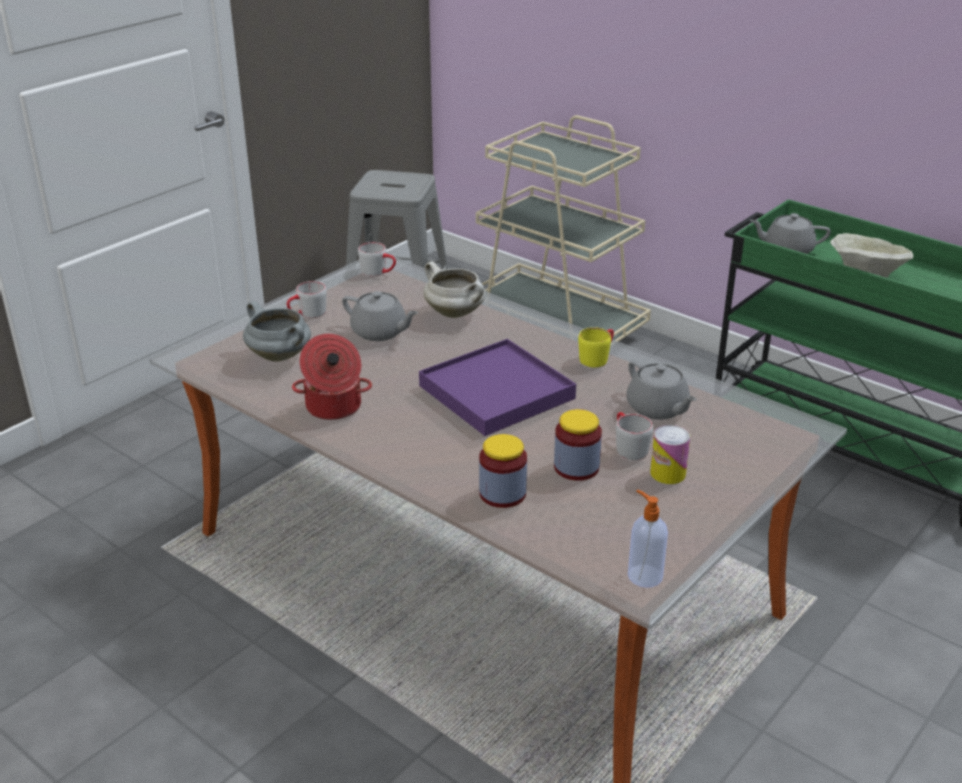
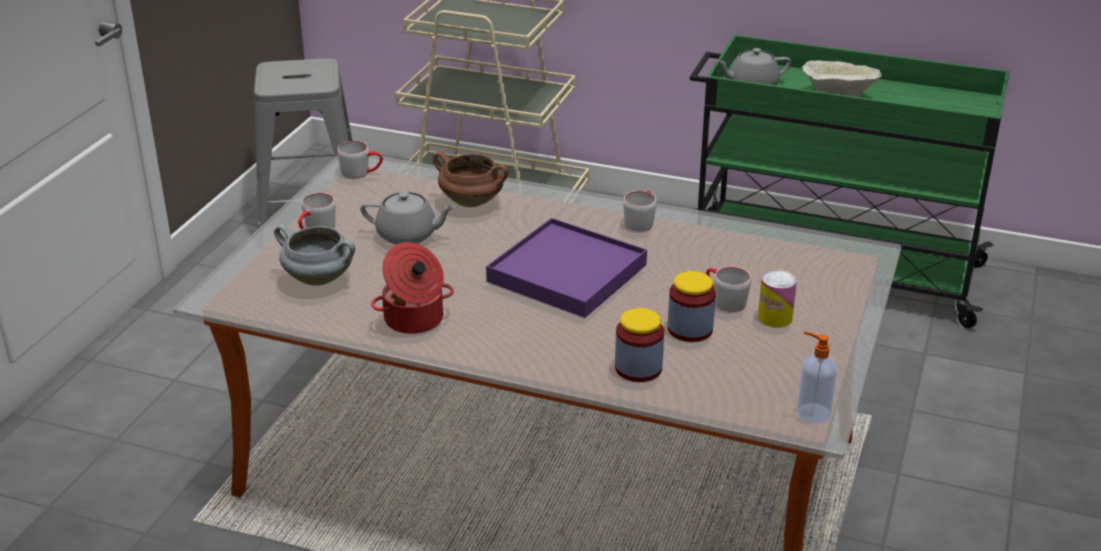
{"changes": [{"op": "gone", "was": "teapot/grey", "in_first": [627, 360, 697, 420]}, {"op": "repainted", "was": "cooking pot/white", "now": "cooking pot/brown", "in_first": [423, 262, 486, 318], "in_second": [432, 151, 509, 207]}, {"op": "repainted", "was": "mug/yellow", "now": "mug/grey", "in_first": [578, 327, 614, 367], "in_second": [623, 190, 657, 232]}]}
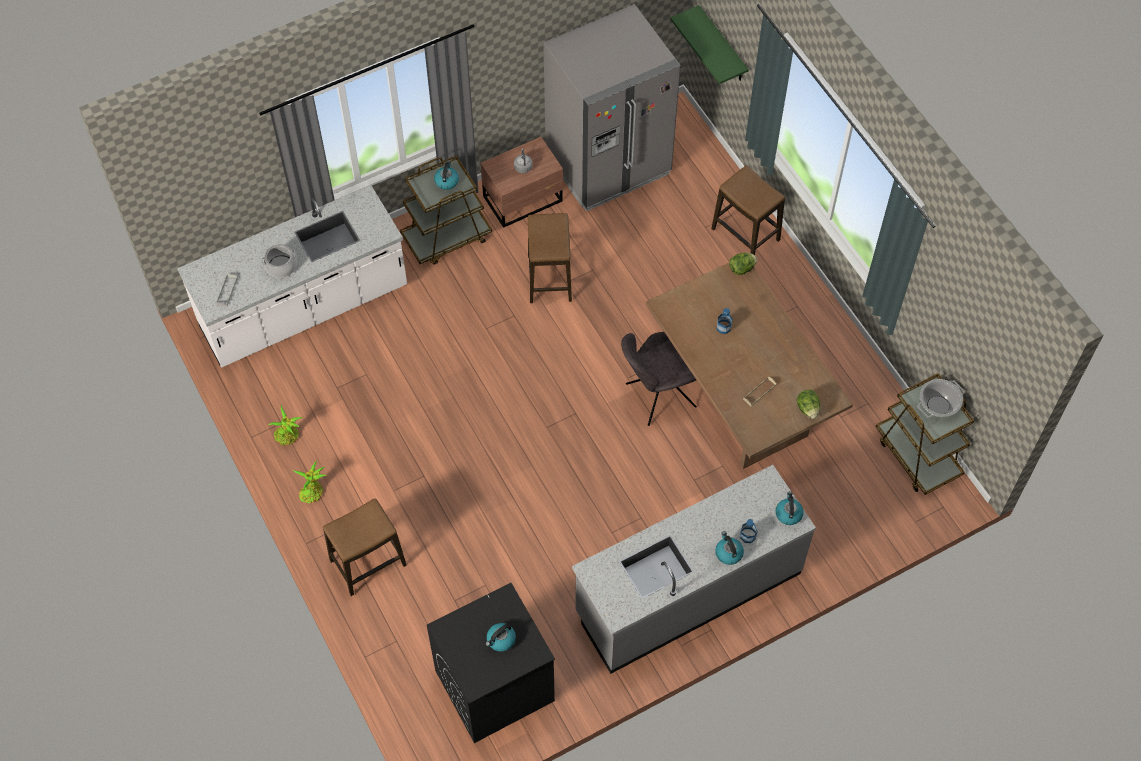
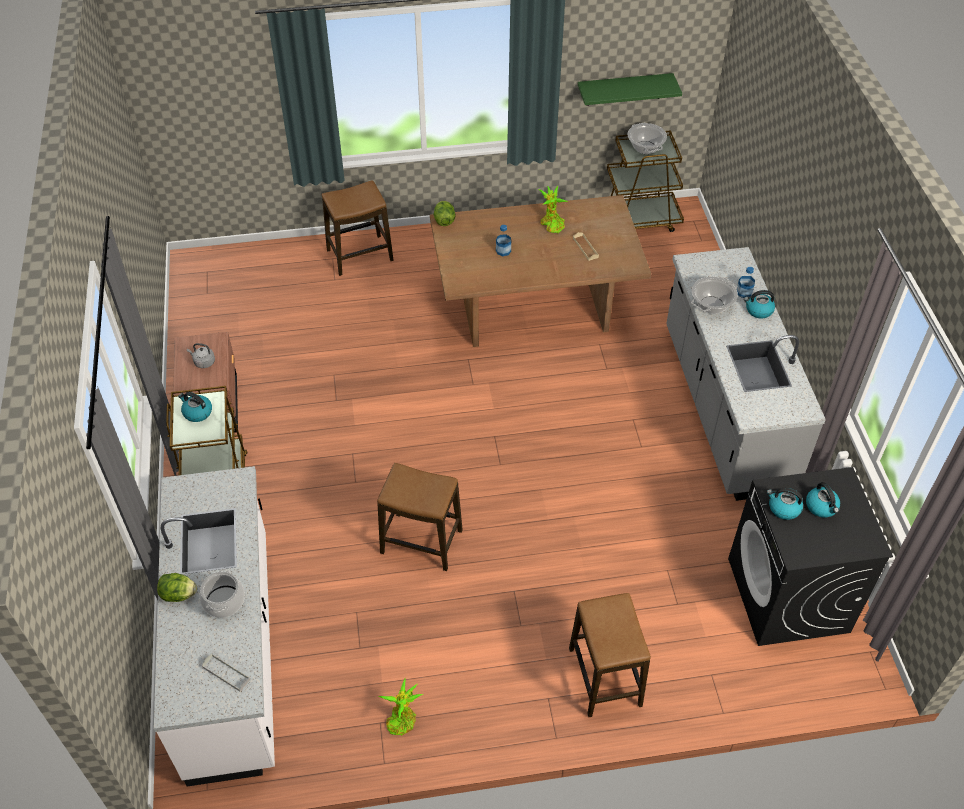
{"changes": [{"op": "gone", "was": "fridge/grey", "in_first": [543, 4, 681, 212]}, {"op": "gone", "was": "chair/grey", "in_first": [621, 332, 697, 426]}, {"op": "new", "now": "cooking pot", "in_second": [691, 277, 738, 314]}, {"op": "shifted", "was": "potted plant", "in_first": [293, 460, 327, 504], "in_second": [538, 186, 569, 233]}, {"op": "shifted", "was": "stool", "in_first": [528, 213, 572, 303], "in_second": [377, 463, 463, 571]}, {"op": "shifted", "was": "shelf/green", "in_first": [670, 5, 749, 84], "in_second": [578, 73, 682, 106]}, {"op": "shifted", "was": "kettle", "in_first": [775, 491, 804, 525], "in_second": [767, 488, 803, 520]}, {"op": "shifted", "was": "lettuce", "in_first": [797, 389, 820, 419], "in_second": [157, 573, 197, 602]}]}
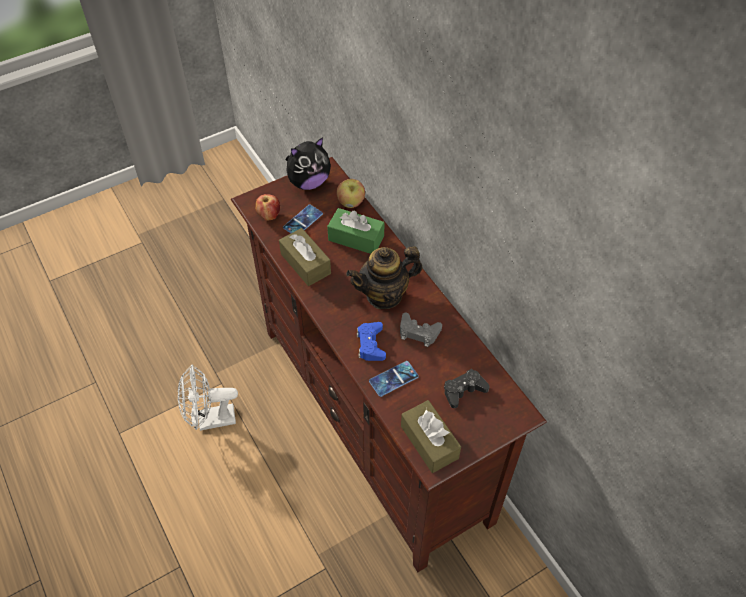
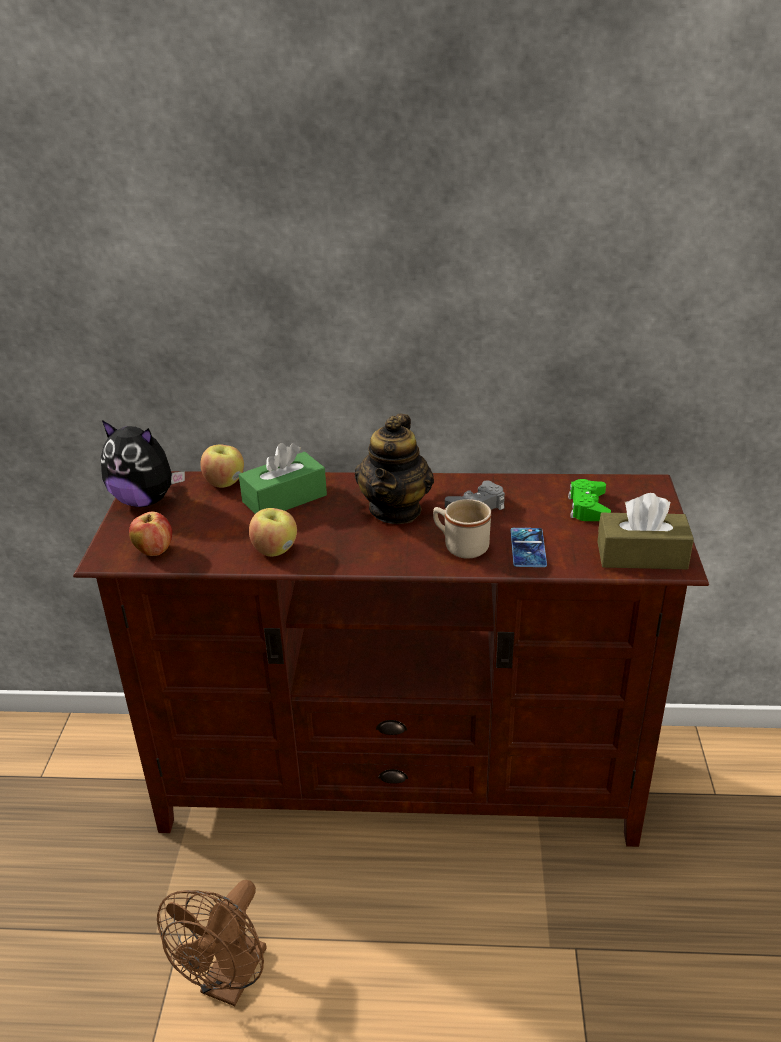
{"changes": [{"op": "gone", "was": "phone", "in_first": [283, 205, 323, 233]}, {"op": "swapped", "was": "tissue box/brown", "now": "apple", "in_first": [279, 228, 331, 286], "in_second": [249, 508, 297, 557]}, {"op": "swapped", "was": "game controller/blue", "now": "mug/beige", "in_first": [357, 322, 386, 361], "in_second": [433, 499, 491, 559]}, {"op": "repainted", "was": "fan/white", "now": "fan/brown", "in_first": [178, 365, 238, 431], "in_second": [157, 880, 267, 1006]}, {"op": "repainted", "was": "game controller/black", "now": "game controller/green", "in_first": [444, 369, 490, 408], "in_second": [568, 479, 611, 521]}, {"op": "rotated", "was": "plush toy", "in_first": [286, 137, 331, 190], "in_second": [101, 420, 185, 507], "clockwise": 105}]}
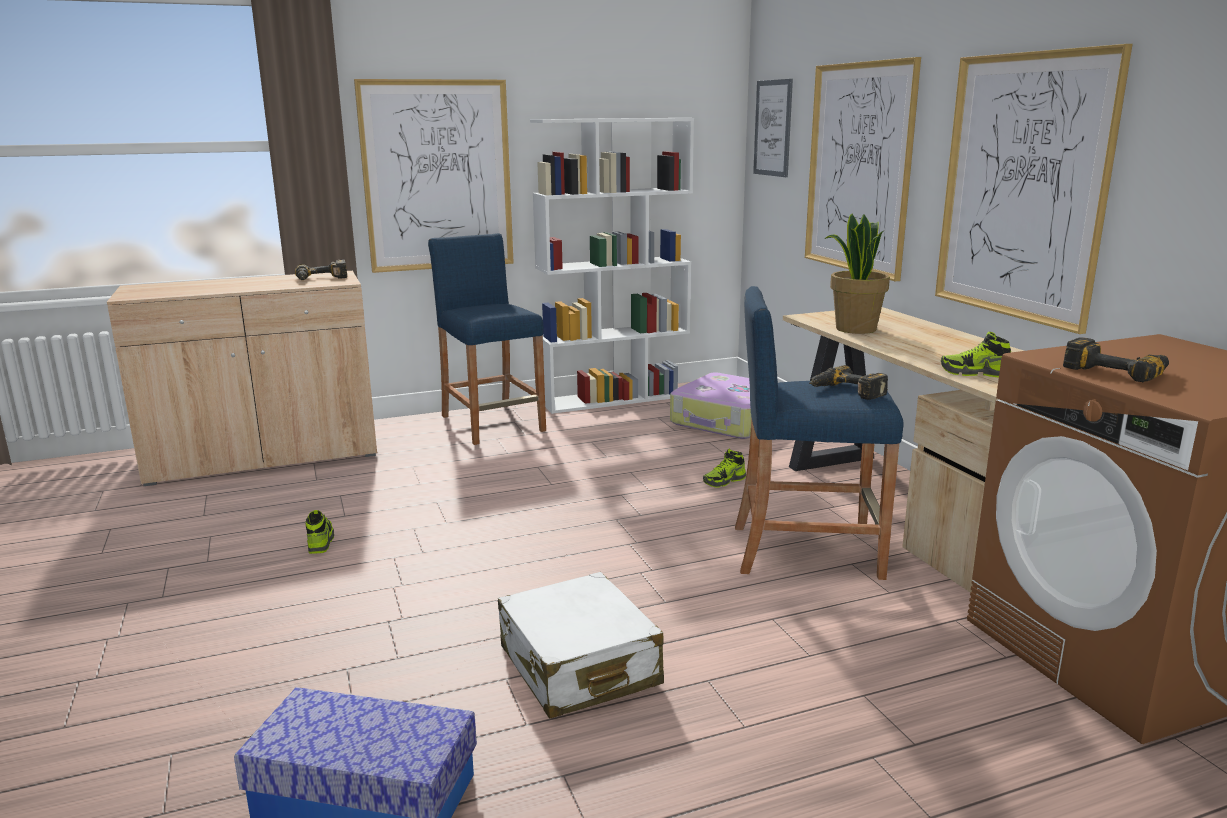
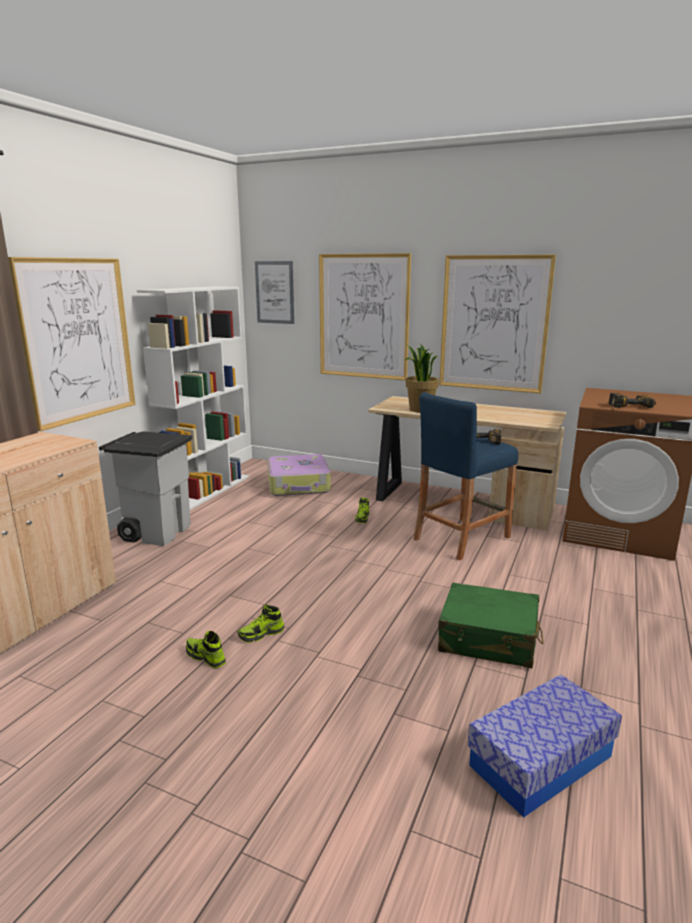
{"changes": [{"op": "gone", "was": "power drill", "in_first": [295, 260, 347, 280]}, {"op": "shifted", "was": "shoe", "in_first": [941, 332, 1011, 377], "in_second": [238, 604, 284, 643]}, {"op": "swapped", "was": "stool/blue", "now": "trash can/grey", "in_first": [428, 233, 546, 445], "in_second": [99, 431, 192, 546]}, {"op": "repainted", "was": "suitcase/white", "now": "suitcase/green", "in_first": [498, 572, 664, 718], "in_second": [438, 583, 543, 668]}]}
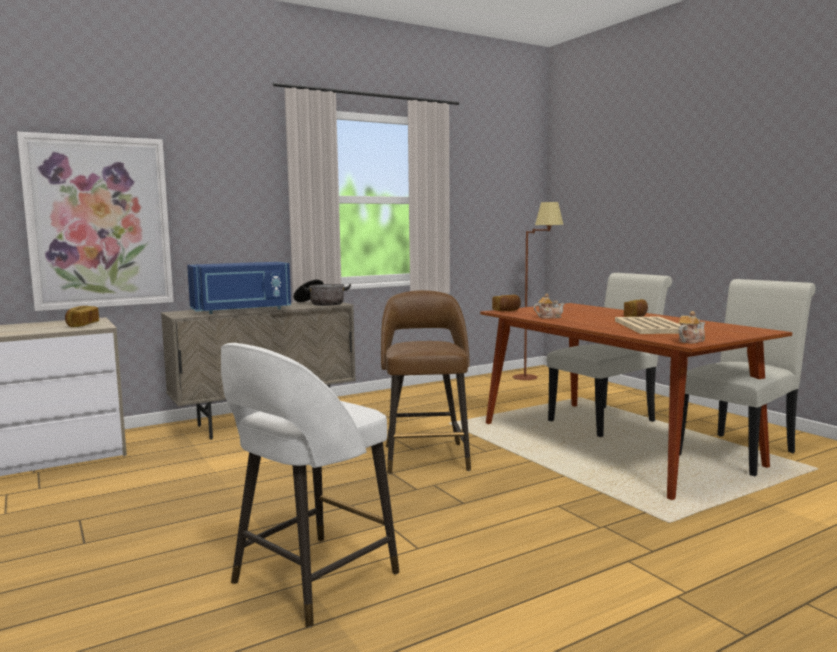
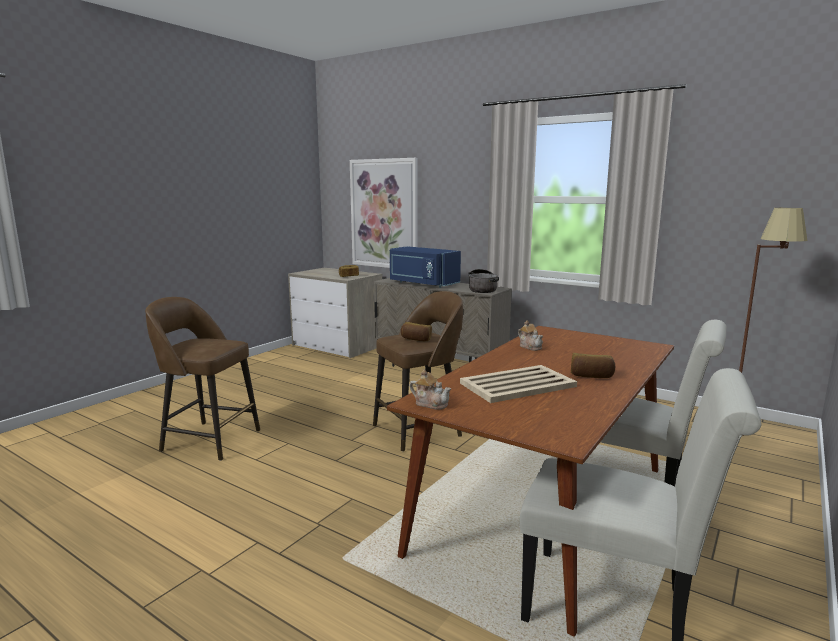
{"changes": [{"op": "shifted", "was": "bread", "in_first": [492, 295, 521, 311], "in_second": [400, 322, 432, 341]}, {"op": "repainted", "was": "stool/white", "now": "stool/brown", "in_first": [221, 343, 399, 627], "in_second": [145, 297, 260, 461]}]}
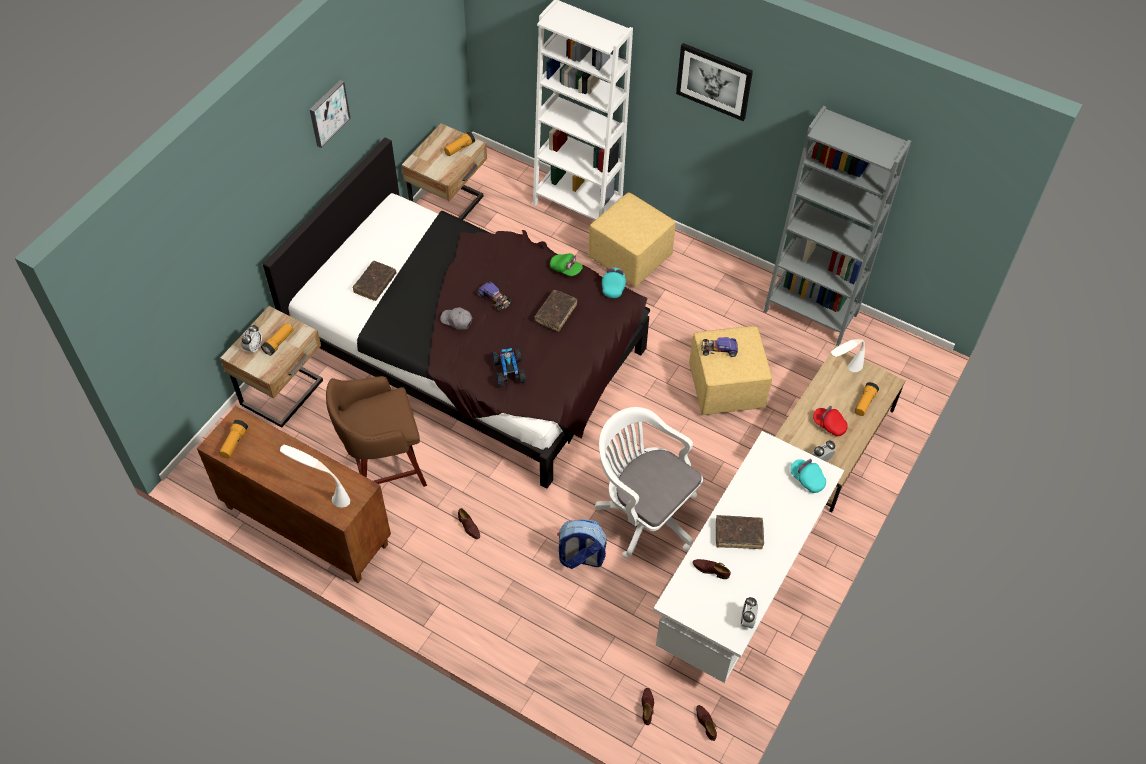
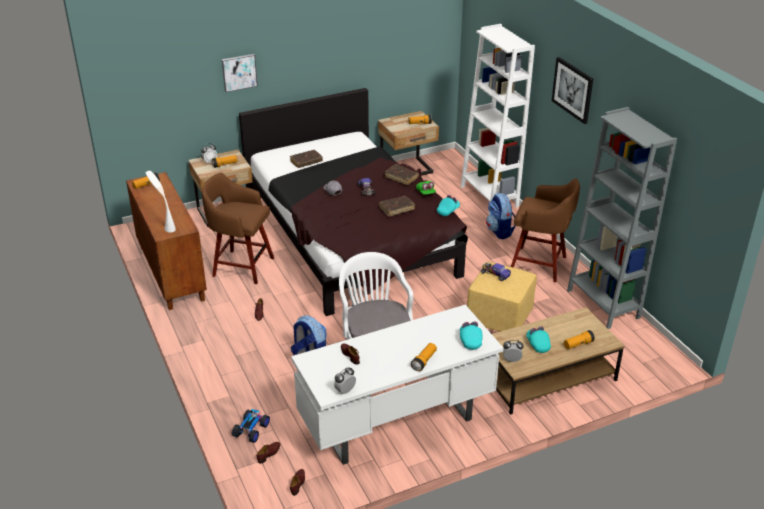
{"changes": [{"op": "gone", "was": "table lamp/white", "in_first": [831, 339, 865, 372]}, {"op": "new", "now": "flashlight", "in_second": [411, 343, 437, 371]}, {"op": "new", "now": "stool/brown", "in_second": [511, 178, 580, 282]}, {"op": "shifted", "was": "picture", "in_first": [310, 80, 351, 148], "in_second": [222, 54, 258, 92]}, {"op": "shifted", "was": "toy car", "in_first": [492, 348, 526, 387], "in_second": [232, 409, 270, 443]}, {"op": "shifted", "was": "book/brown", "in_first": [716, 515, 764, 549], "in_second": [385, 164, 419, 185]}, {"op": "swapped", "was": "ottoman/yellow", "now": "backpack", "in_first": [589, 192, 676, 287], "in_second": [486, 193, 516, 239]}, {"op": "repainted", "was": "cap/red", "now": "cap/turquoise", "in_first": [813, 406, 848, 436], "in_second": [526, 327, 551, 353]}]}
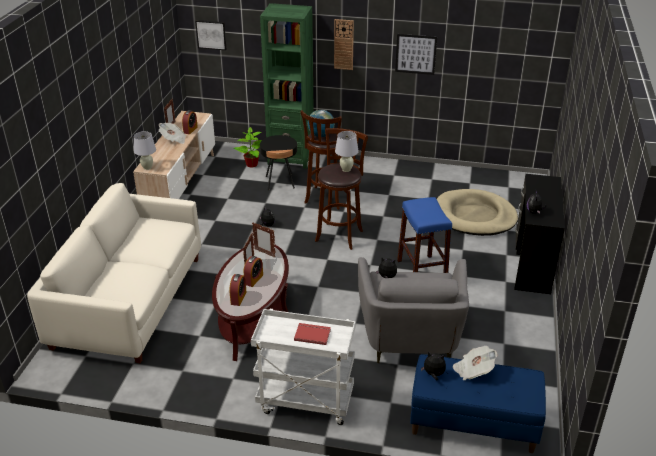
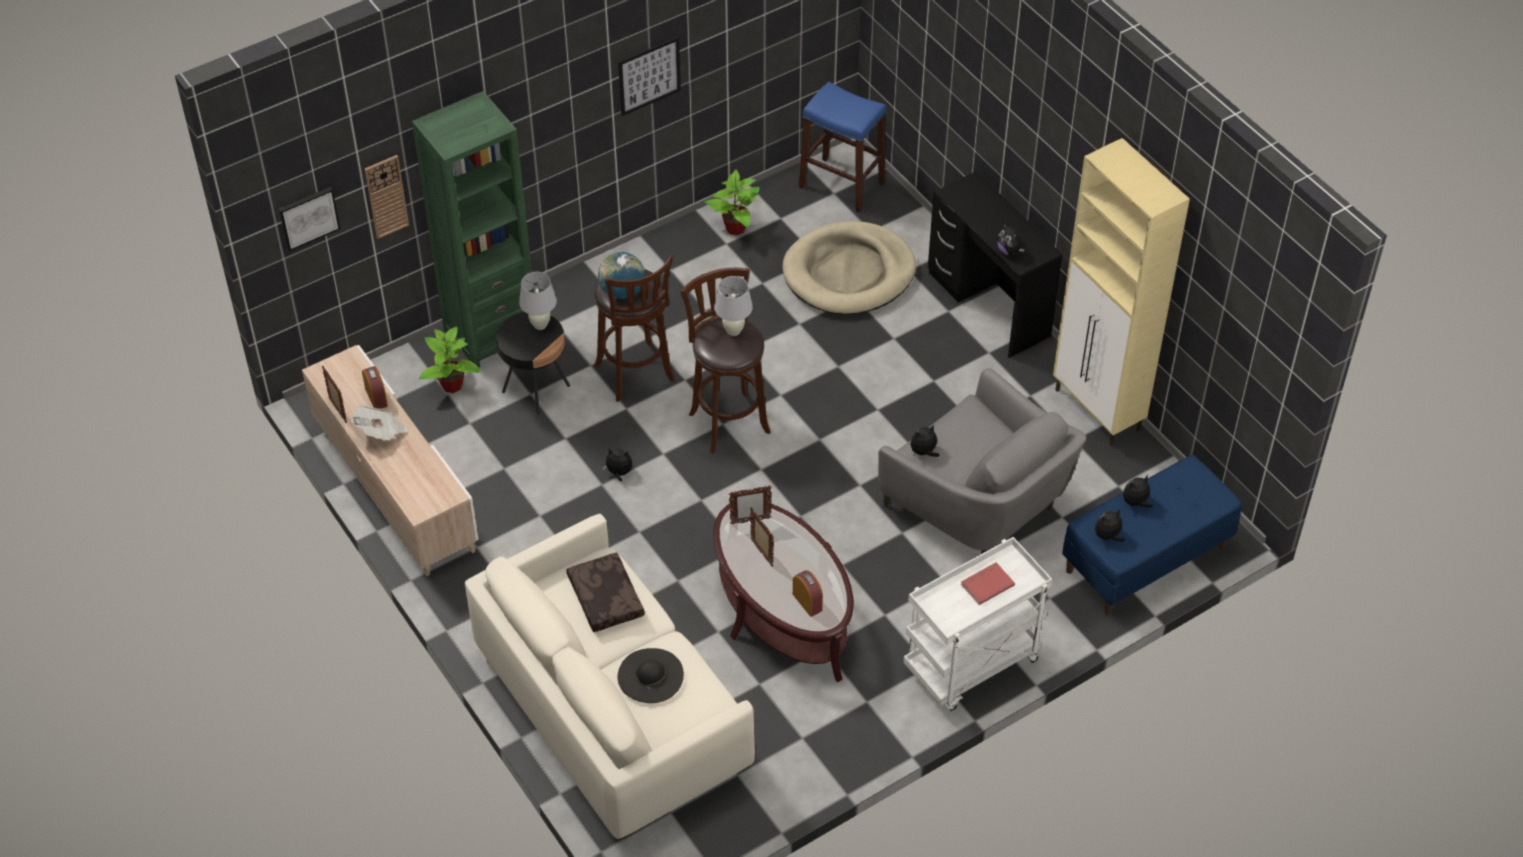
{"changes": [{"op": "gone", "was": "alarm clock", "in_first": [244, 256, 263, 287]}, {"op": "new", "now": "pillow/brown", "in_second": [566, 552, 645, 632]}, {"op": "new", "now": "hat/black", "in_second": [618, 648, 684, 703]}, {"op": "new", "now": "potted plant", "in_second": [704, 170, 760, 235]}, {"op": "new", "now": "cabinet/beige", "in_second": [1053, 138, 1190, 446]}, {"op": "shifted", "was": "table lamp/white", "in_first": [134, 131, 156, 170], "in_second": [519, 272, 557, 330]}, {"op": "shifted", "was": "wall clock", "in_first": [334, 19, 354, 70], "in_second": [365, 155, 409, 239]}, {"op": "shifted", "was": "stool/blue", "in_first": [397, 197, 452, 273], "in_second": [799, 81, 886, 213]}, {"op": "swapped", "was": "newspaper", "now": "plush toy", "in_first": [453, 346, 498, 380], "in_second": [1123, 475, 1153, 508]}]}
